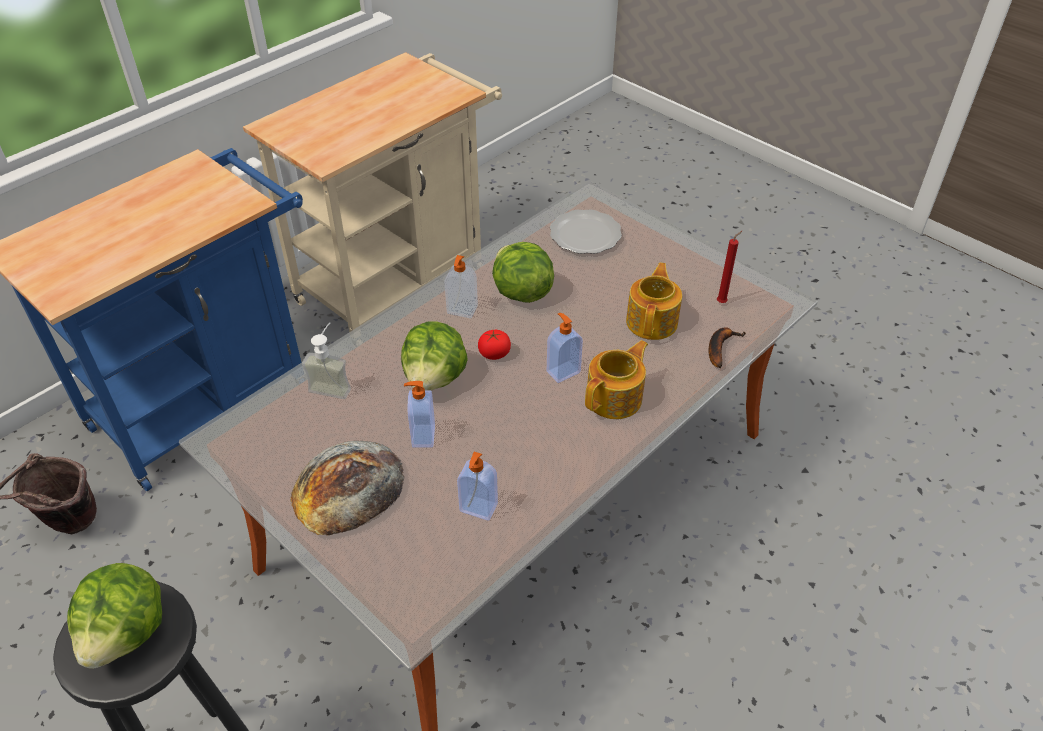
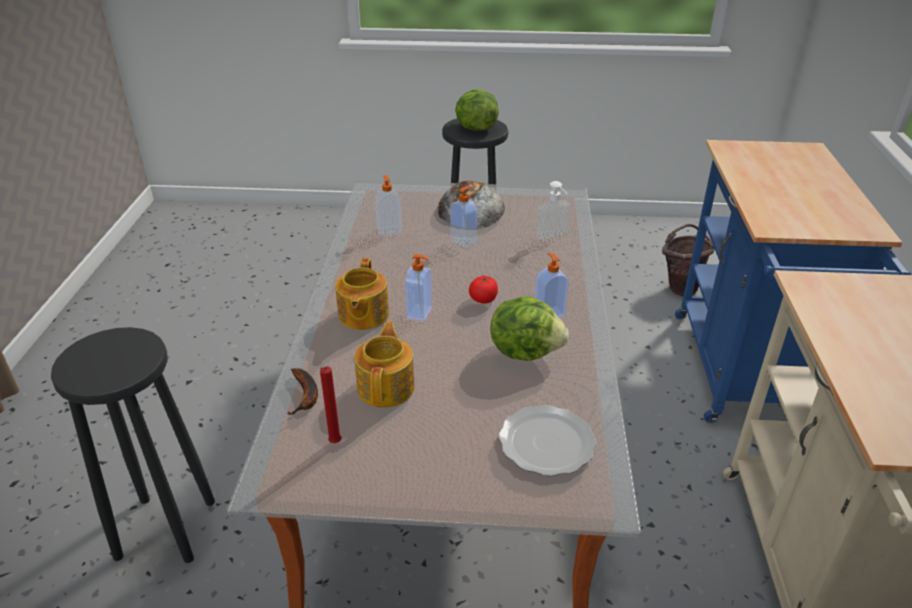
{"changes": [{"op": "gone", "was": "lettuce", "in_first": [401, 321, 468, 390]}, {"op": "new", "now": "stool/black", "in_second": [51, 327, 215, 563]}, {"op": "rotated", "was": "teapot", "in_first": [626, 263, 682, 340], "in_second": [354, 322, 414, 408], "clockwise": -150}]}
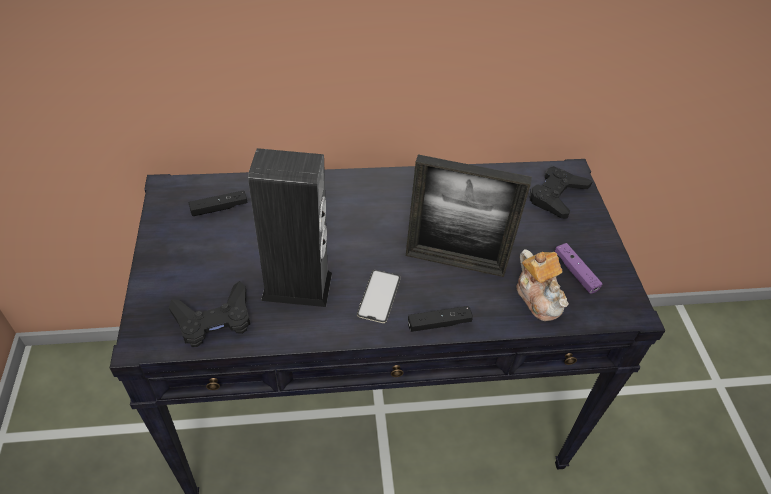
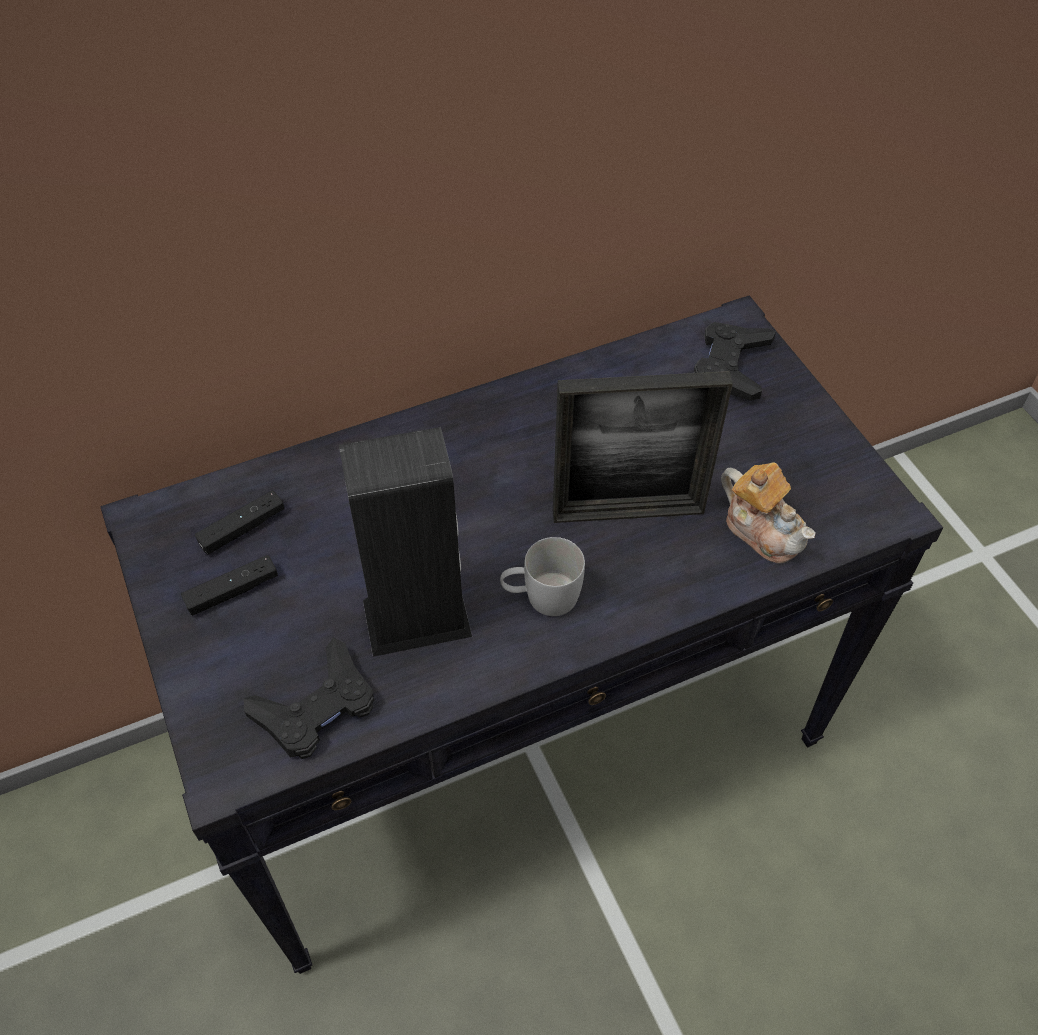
{"changes": [{"op": "gone", "was": "game controller/purple", "in_first": [555, 243, 603, 294]}, {"op": "shifted", "was": "game controller/black", "in_first": [408, 306, 473, 332], "in_second": [181, 555, 278, 616]}, {"op": "swapped", "was": "phone", "now": "mug/white", "in_first": [357, 270, 401, 323], "in_second": [500, 537, 585, 616]}]}
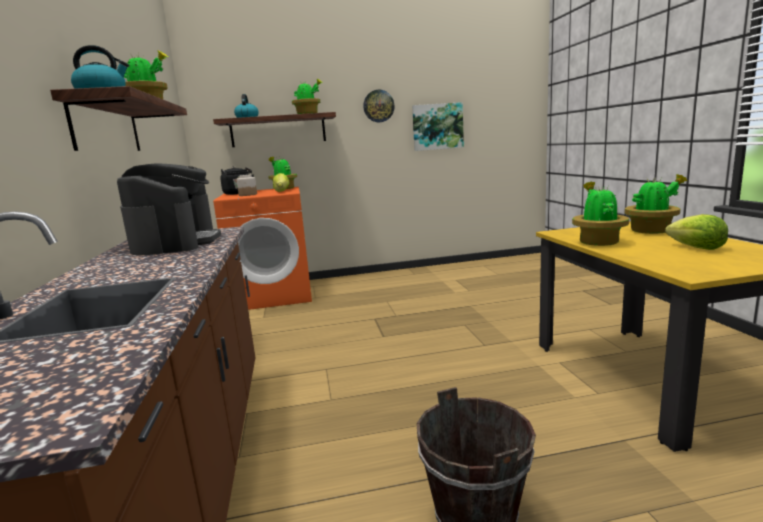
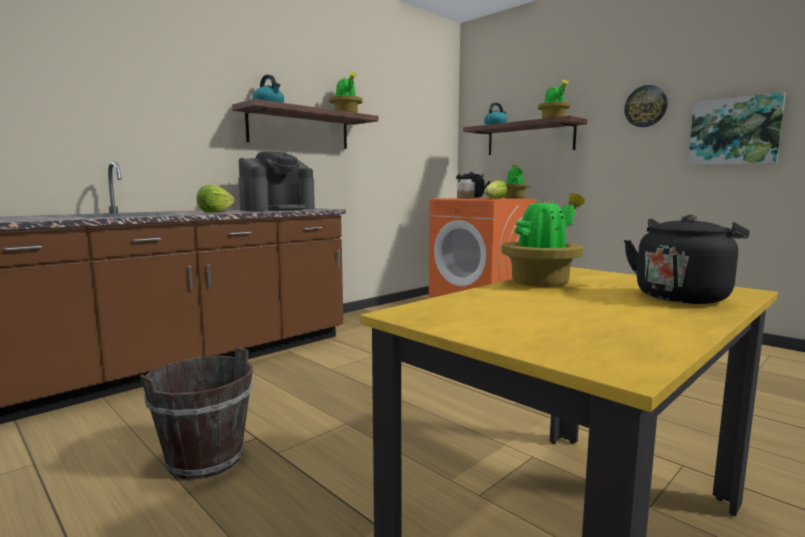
{"changes": [{"op": "shifted", "was": "lettuce", "in_first": [665, 214, 728, 250], "in_second": [196, 185, 235, 213]}, {"op": "swapped", "was": "potted plant", "now": "kettle/black", "in_first": [625, 174, 688, 234], "in_second": [624, 215, 750, 304]}]}
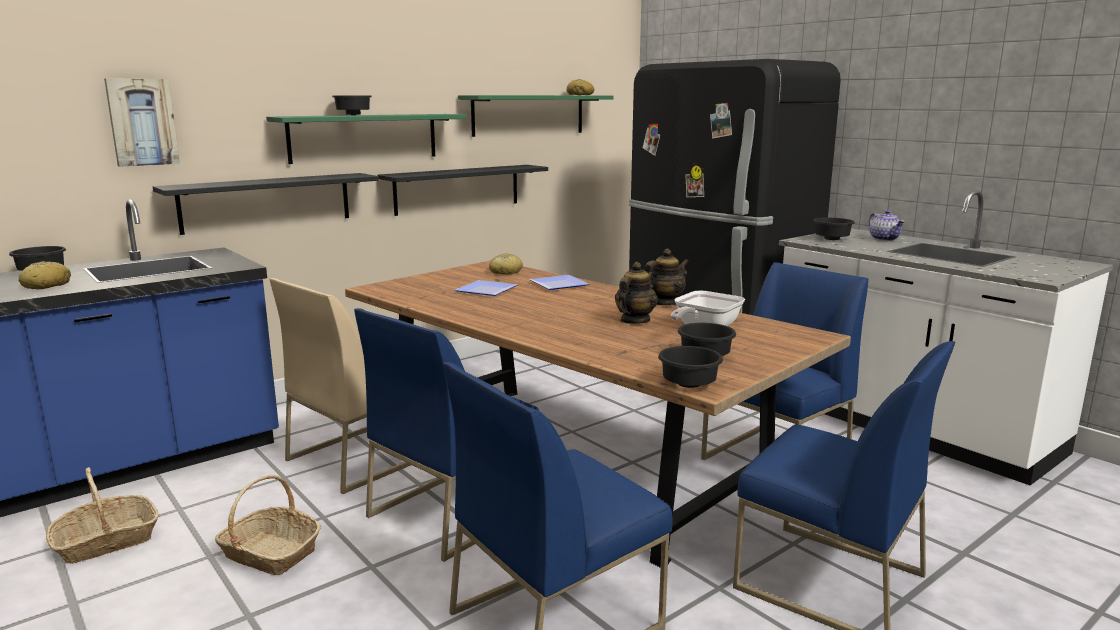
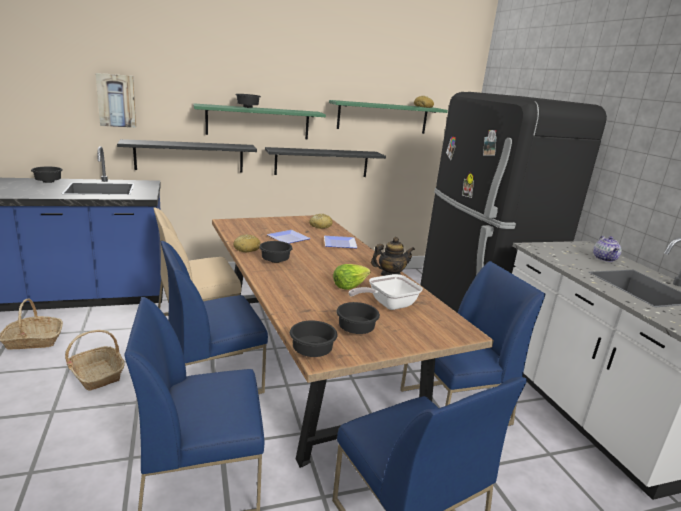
{"changes": [{"op": "shifted", "was": "bread", "in_first": [18, 261, 71, 289], "in_second": [233, 235, 261, 252]}, {"op": "shifted", "was": "bowl/black", "in_first": [813, 218, 855, 240], "in_second": [259, 241, 293, 263]}, {"op": "swapped", "was": "teapot", "now": "lettuce", "in_first": [615, 262, 658, 324], "in_second": [333, 264, 371, 290]}]}
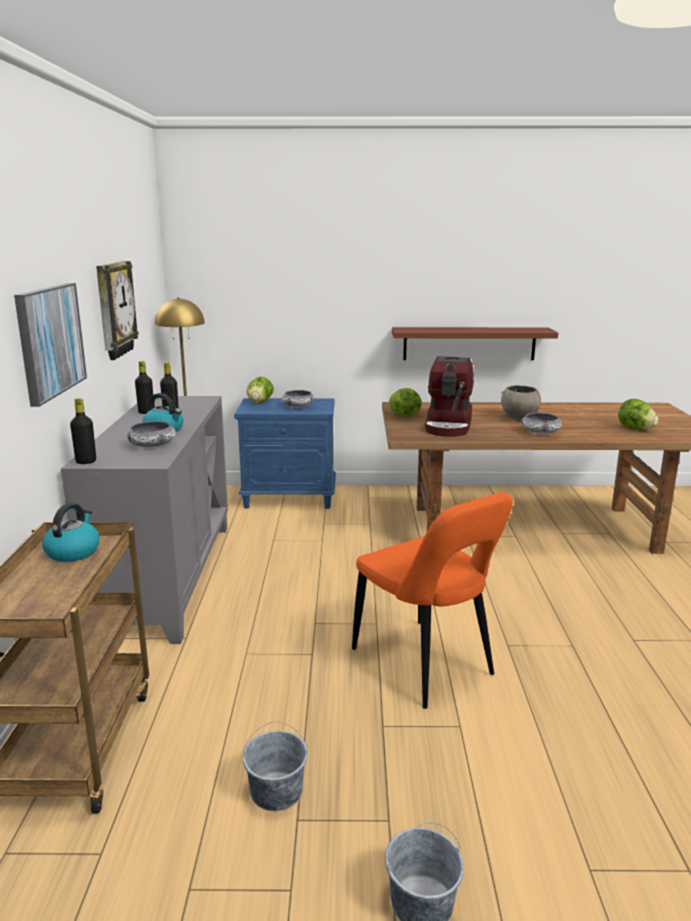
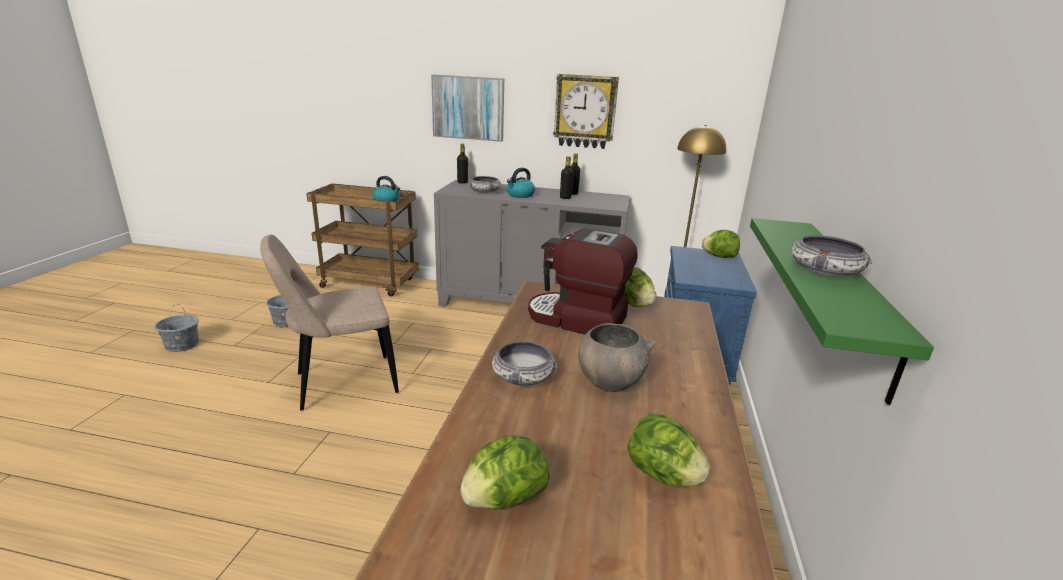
{"changes": [{"op": "new", "now": "lettuce", "in_second": [627, 414, 711, 487]}, {"op": "shifted", "was": "bowl", "in_first": [282, 390, 315, 408], "in_second": [792, 235, 872, 277]}, {"op": "repainted", "was": "chair/orange", "now": "chair/beige", "in_first": [352, 492, 513, 709], "in_second": [260, 235, 399, 411]}, {"op": "repainted", "was": "shelf/brown", "now": "shelf/green", "in_first": [392, 327, 558, 360], "in_second": [750, 218, 934, 405]}]}
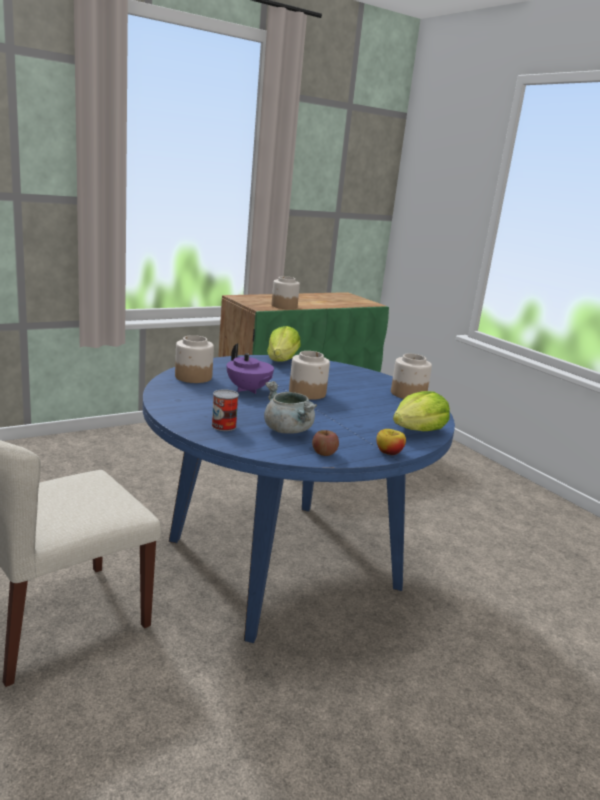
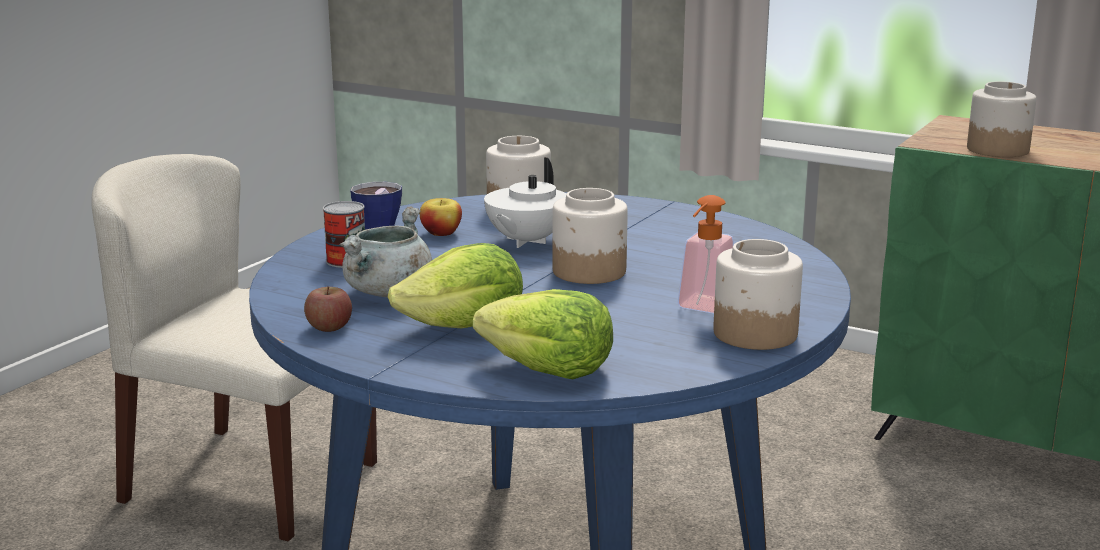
{"changes": [{"op": "new", "now": "cup", "in_second": [350, 182, 402, 230]}, {"op": "new", "now": "soap dispenser", "in_second": [678, 195, 734, 314]}, {"op": "shifted", "was": "lettuce", "in_first": [267, 326, 301, 362], "in_second": [388, 243, 523, 329]}, {"op": "shifted", "was": "apple", "in_first": [376, 429, 406, 455], "in_second": [420, 198, 462, 236]}, {"op": "repainted", "was": "teapot/purple", "now": "teapot/white", "in_first": [227, 343, 274, 394], "in_second": [484, 157, 566, 248]}]}
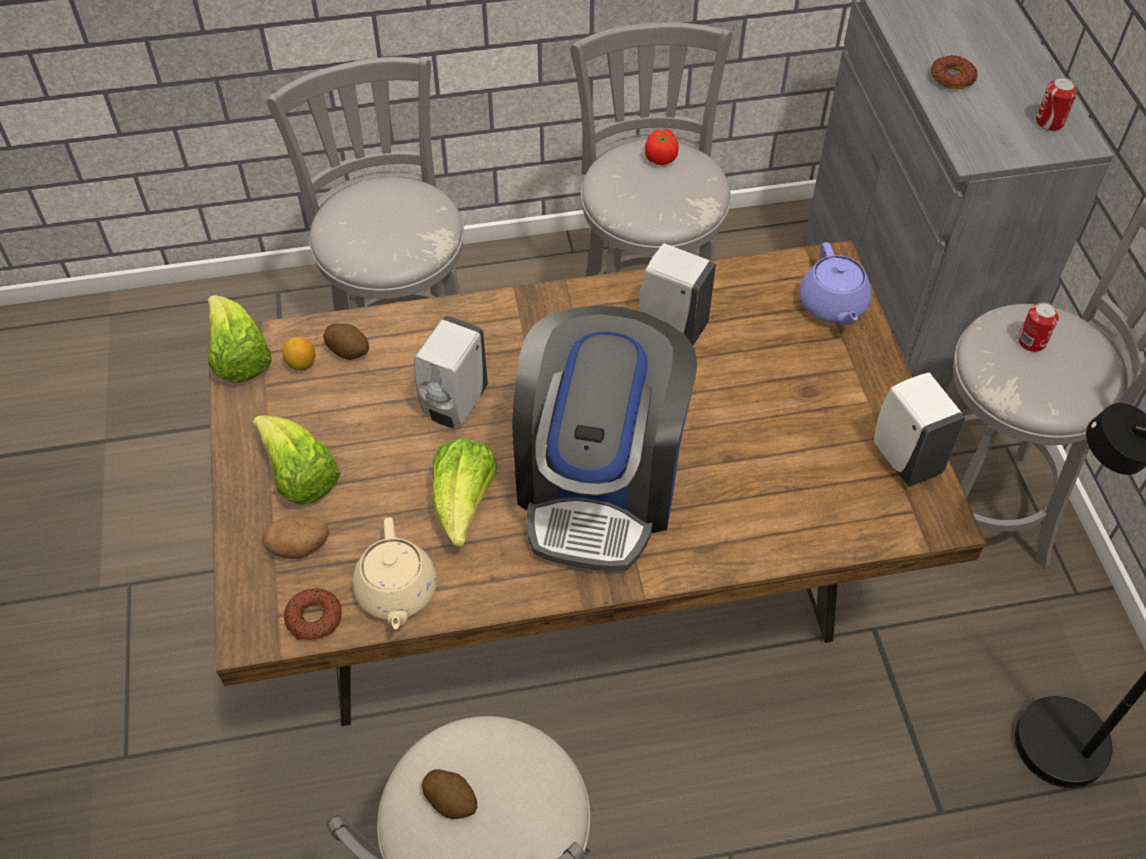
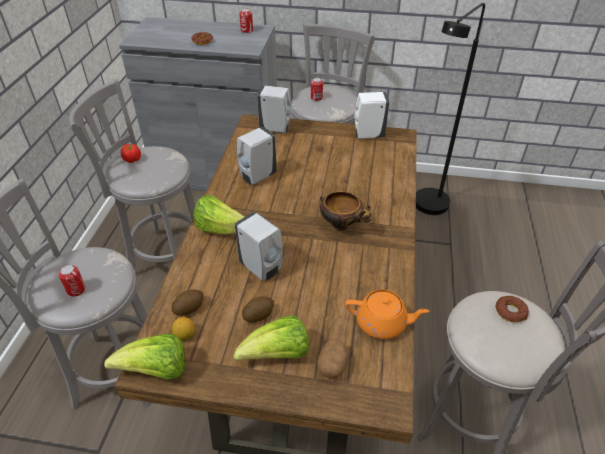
{"changes": [{"op": "new", "now": "can", "in_second": [58, 265, 86, 297]}, {"op": "shifted", "was": "donut", "in_first": [284, 588, 342, 640], "in_second": [495, 296, 529, 322]}, {"op": "shifted", "was": "potato", "in_first": [422, 769, 477, 819], "in_second": [242, 296, 274, 322]}, {"op": "shifted", "was": "lettuce", "in_first": [432, 438, 498, 547], "in_second": [194, 195, 244, 234]}, {"op": "swapped", "was": "coffee machine", "now": "bowl", "in_first": [512, 305, 697, 571], "in_second": [320, 191, 371, 231]}, {"op": "swapped", "was": "teapot/purple", "now": "soap dispenser/white", "in_first": [799, 242, 871, 325], "in_second": [257, 85, 291, 133]}, {"op": "repainted", "was": "teapot/beige", "now": "teapot/orange", "in_first": [353, 517, 437, 629], "in_second": [345, 289, 429, 339]}]}
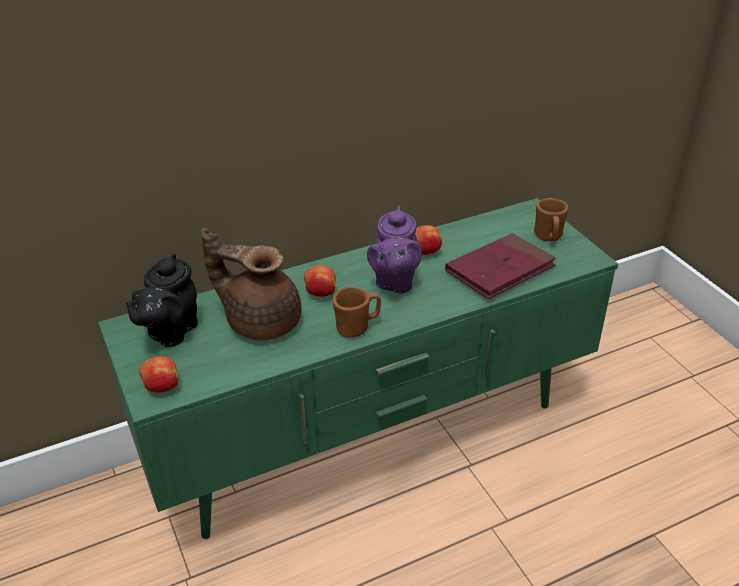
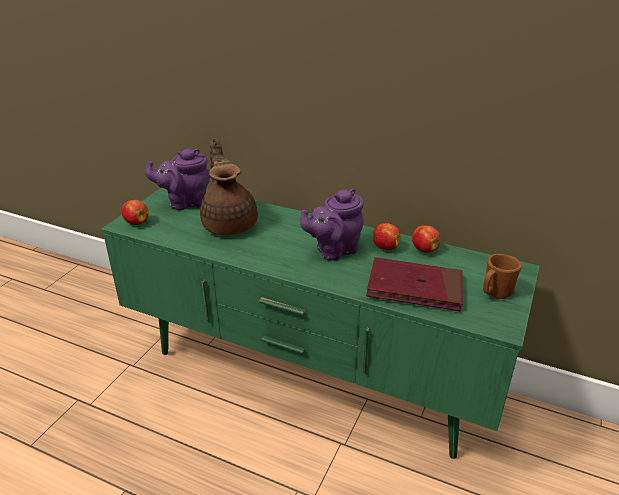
{"changes": [{"op": "gone", "was": "mug/brown", "in_first": [332, 287, 381, 338]}, {"op": "shifted", "was": "apple", "in_first": [304, 265, 336, 297], "in_second": [412, 225, 440, 253]}, {"op": "repainted", "was": "teapot/black", "now": "teapot/purple", "in_first": [126, 254, 198, 347], "in_second": [145, 149, 210, 210]}]}
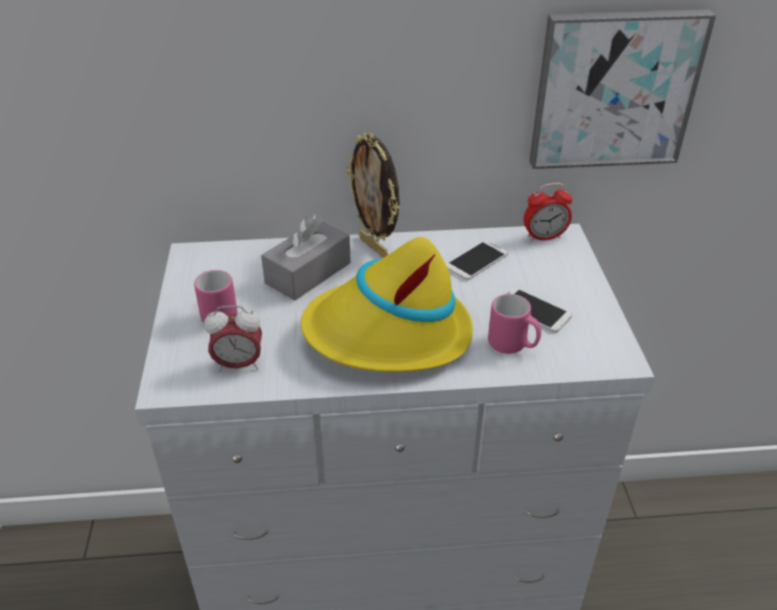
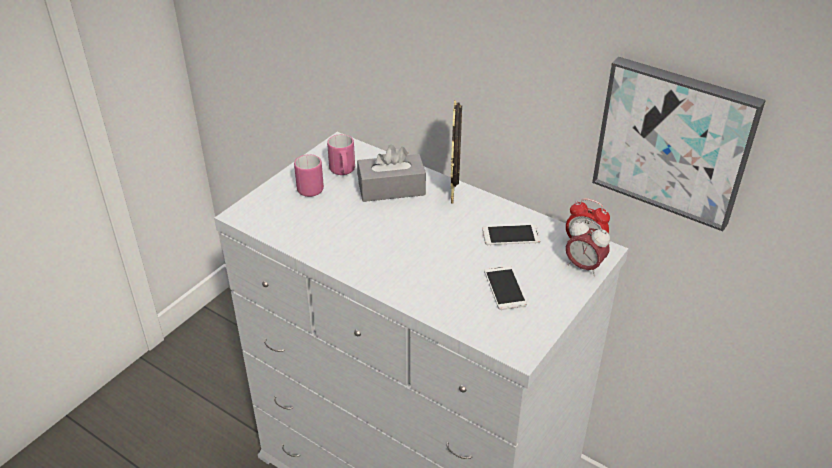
{"changes": [{"op": "gone", "was": "hat/yellow", "in_first": [301, 237, 473, 372]}, {"op": "shifted", "was": "alarm clock", "in_first": [204, 305, 262, 372], "in_second": [566, 219, 610, 276]}, {"op": "shifted", "was": "mug/pink", "in_first": [488, 294, 541, 354], "in_second": [327, 134, 355, 175]}]}
